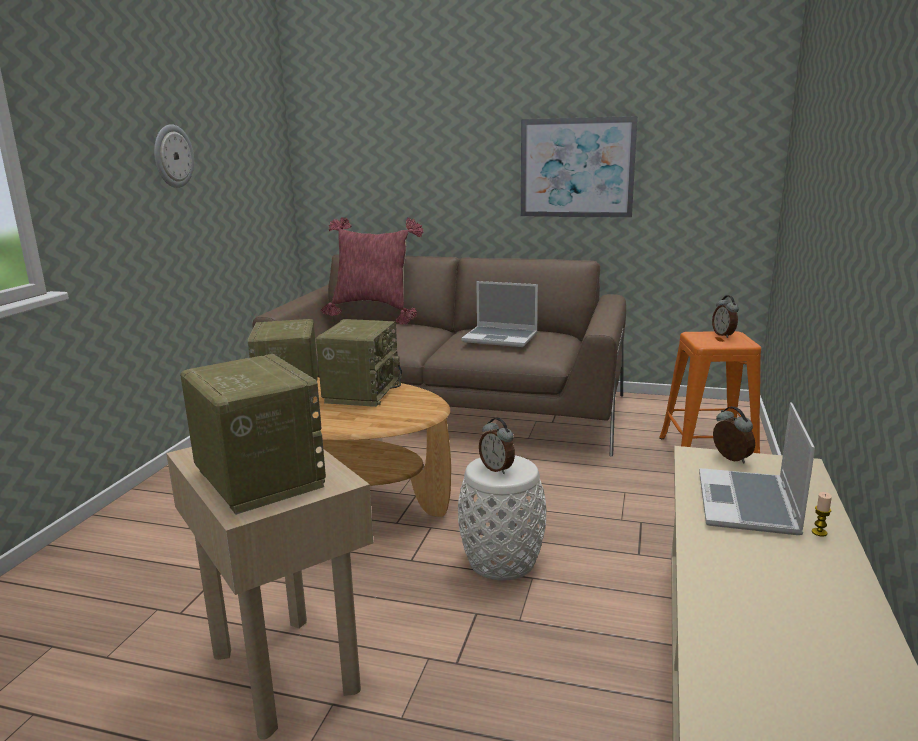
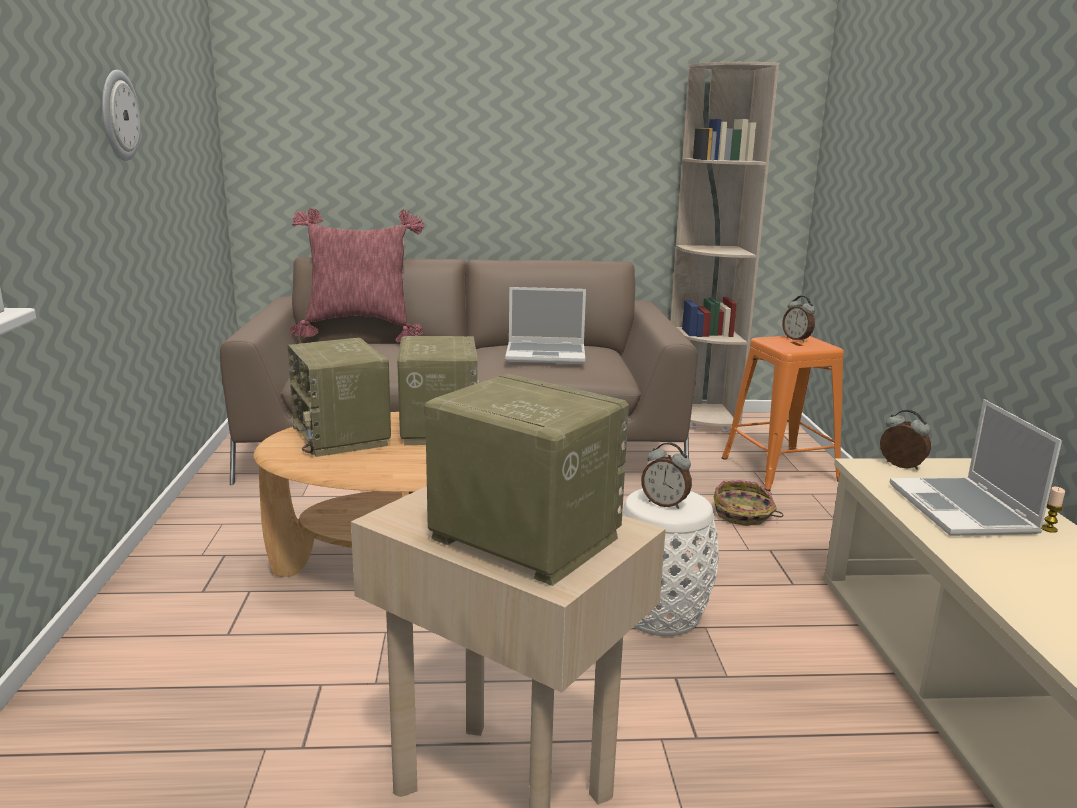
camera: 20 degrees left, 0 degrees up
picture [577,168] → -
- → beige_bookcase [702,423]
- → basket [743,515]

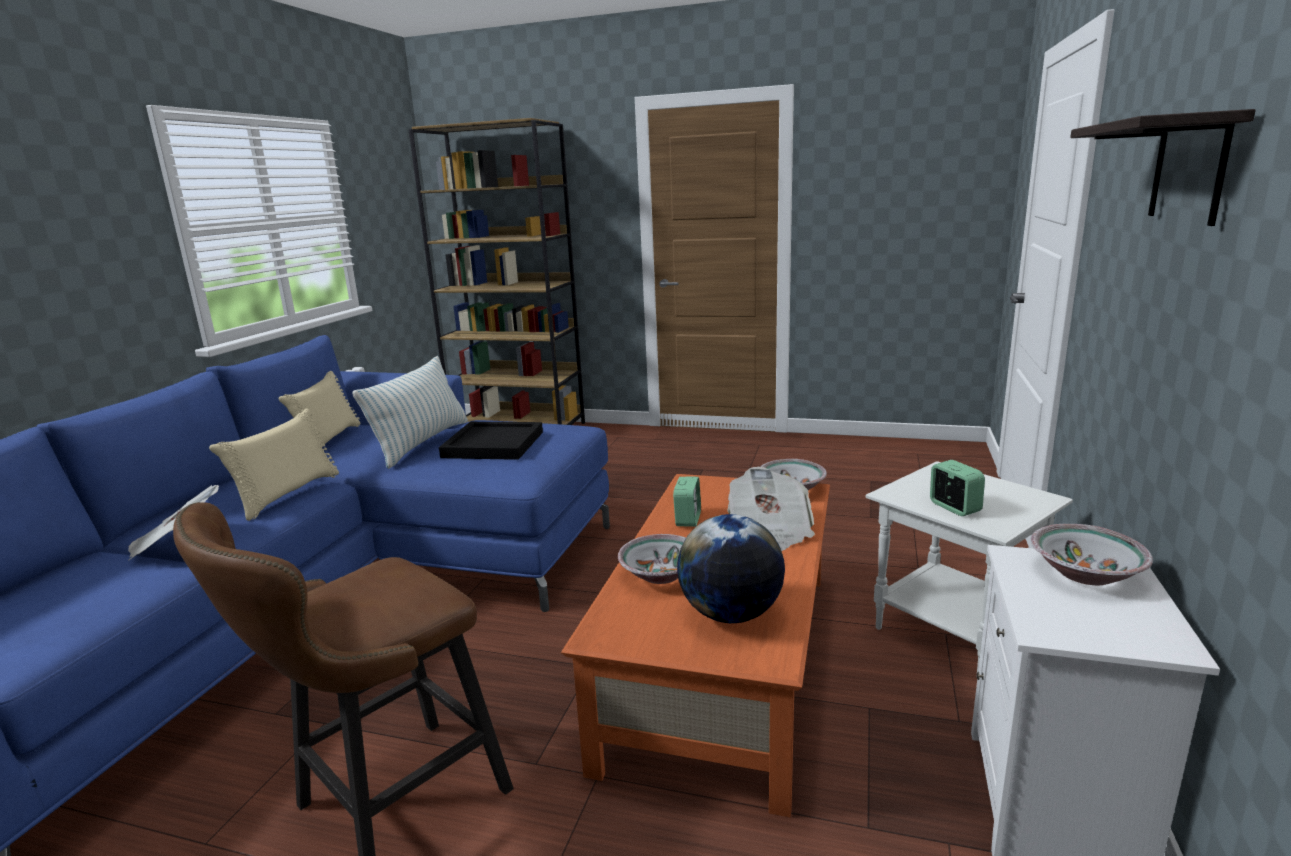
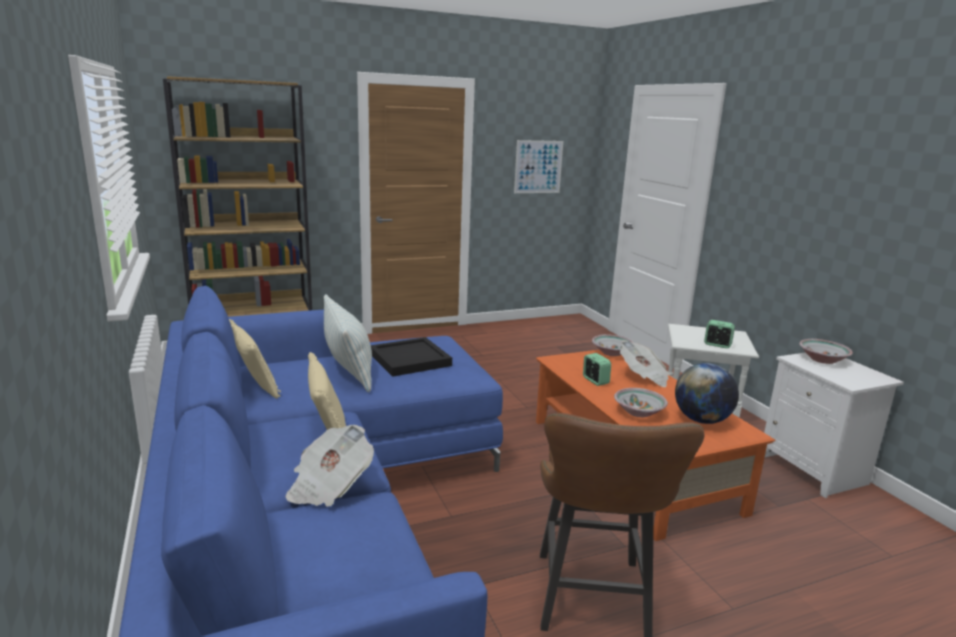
camera: 40 degrees left, 0 degrees up
shelf [1188,170] → -
- → picture [538,167]

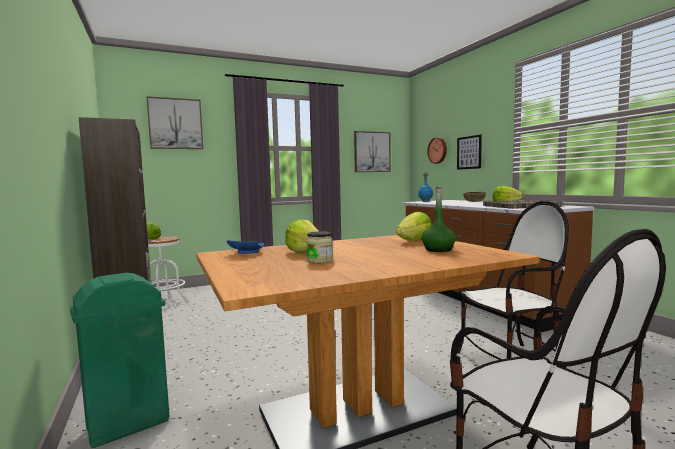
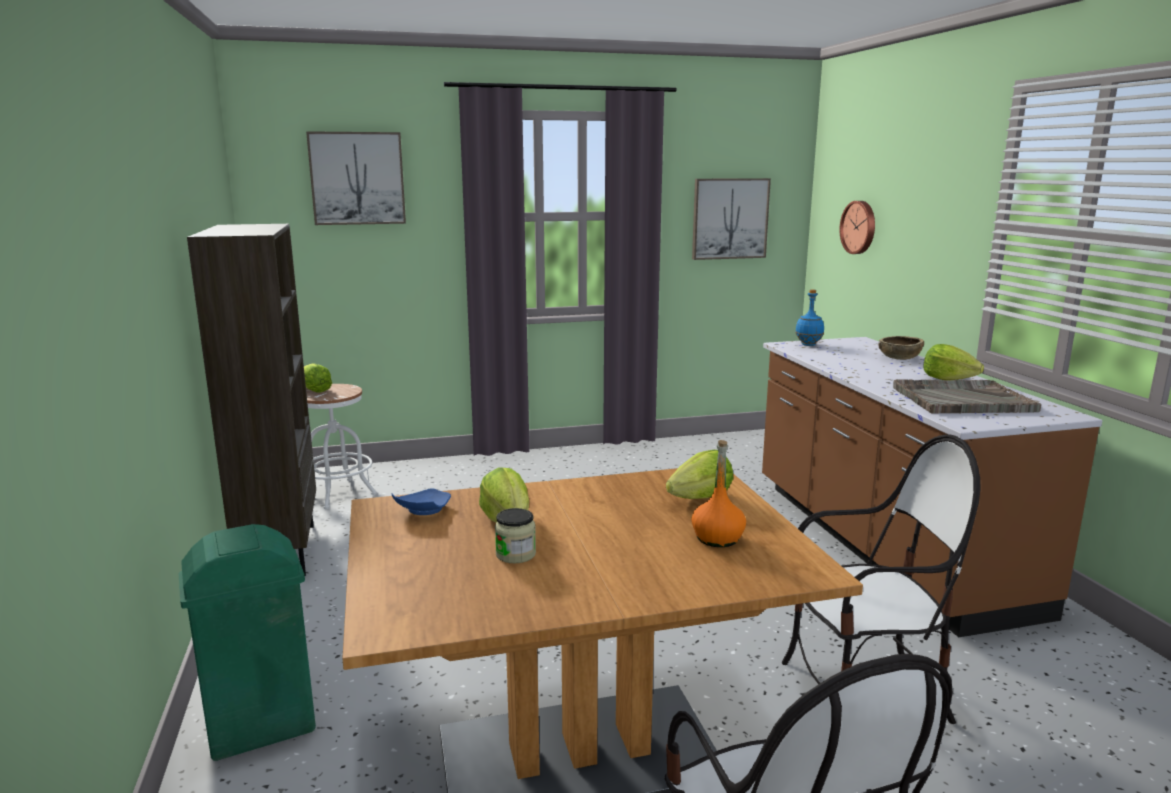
camera: 10 degrees right, 10 degrees up
picture [469,152] → -
green_bottle [438,249] → orange_bottle [718,538]

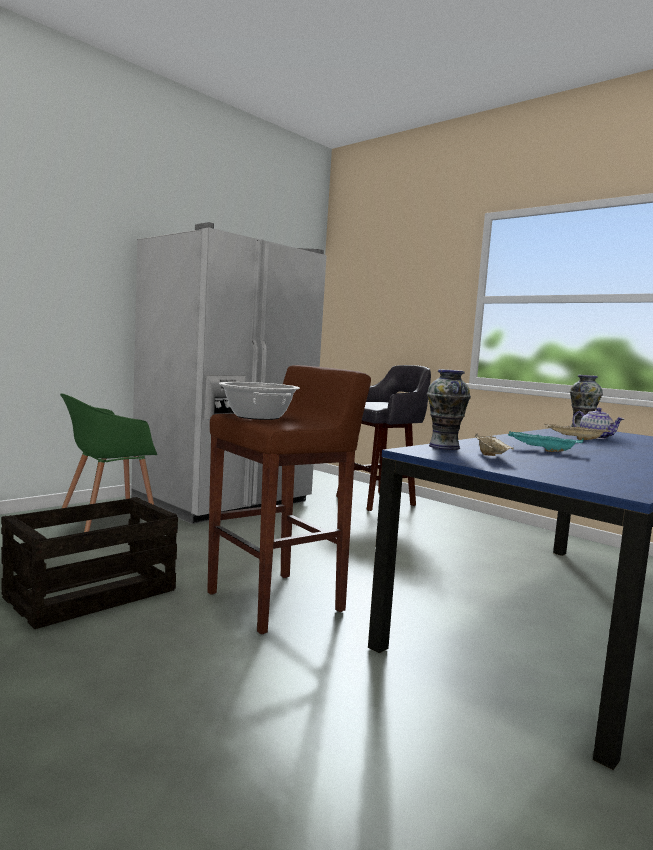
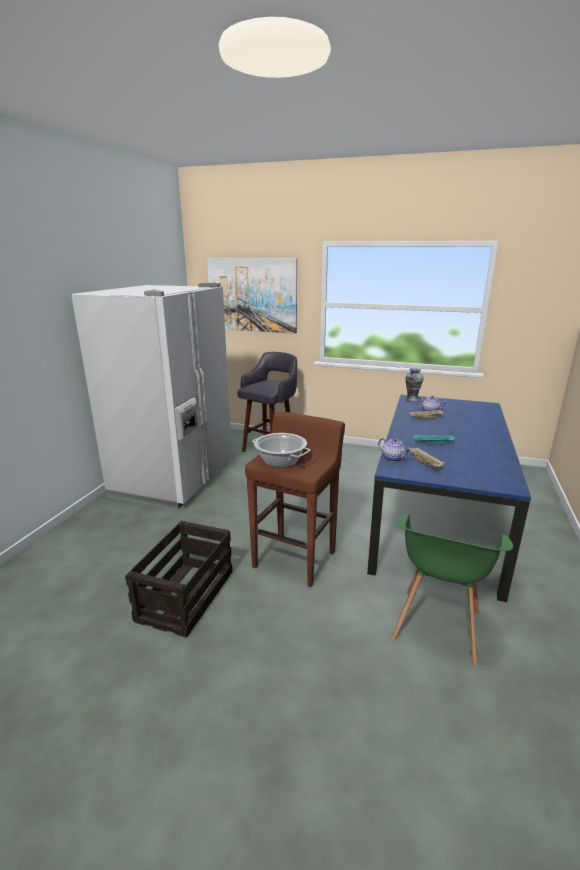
camera: 25 degrees left, 15 degrees up
- → picture [252,295]
green_chair [106,524] → green_chair [437,626], shifted
vase [444,447] → teapot [393,458]

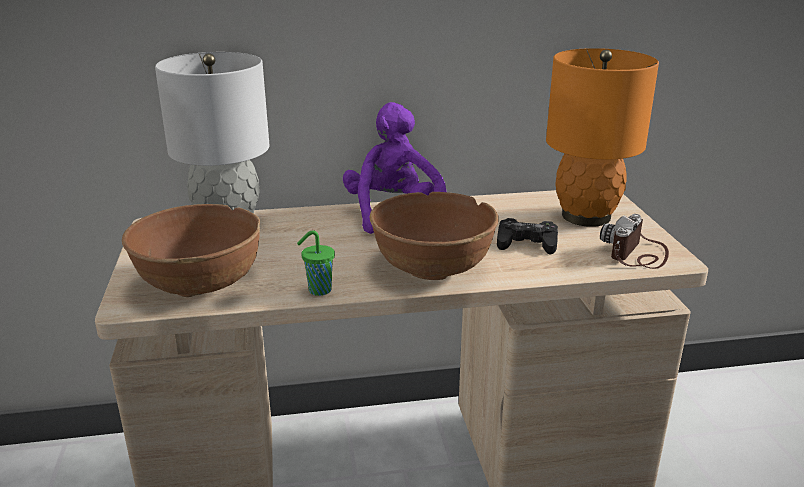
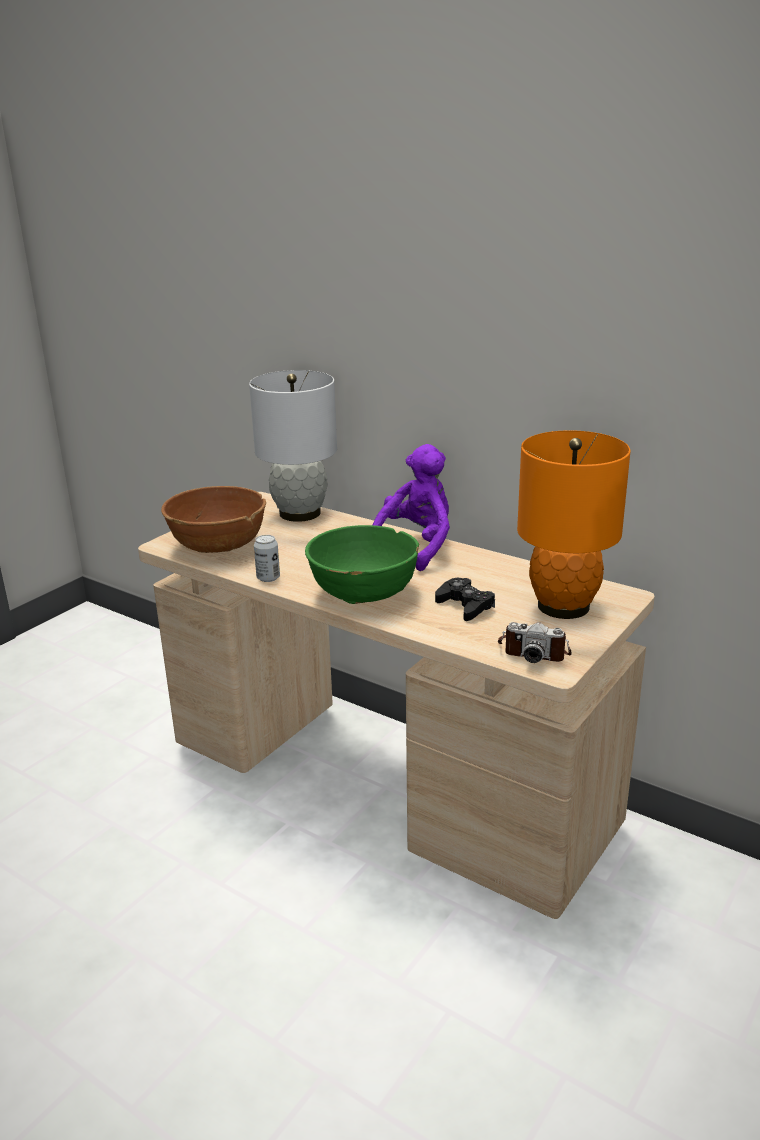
camera: 45 degrees right, 0 degrees up
green_cup [318,290] → can [268,578]
brown_bowl [432,267] → green_bowl [363,593]
photo_camera [637,254] → photo_camera [534,651], 150 degrees counterclockwise

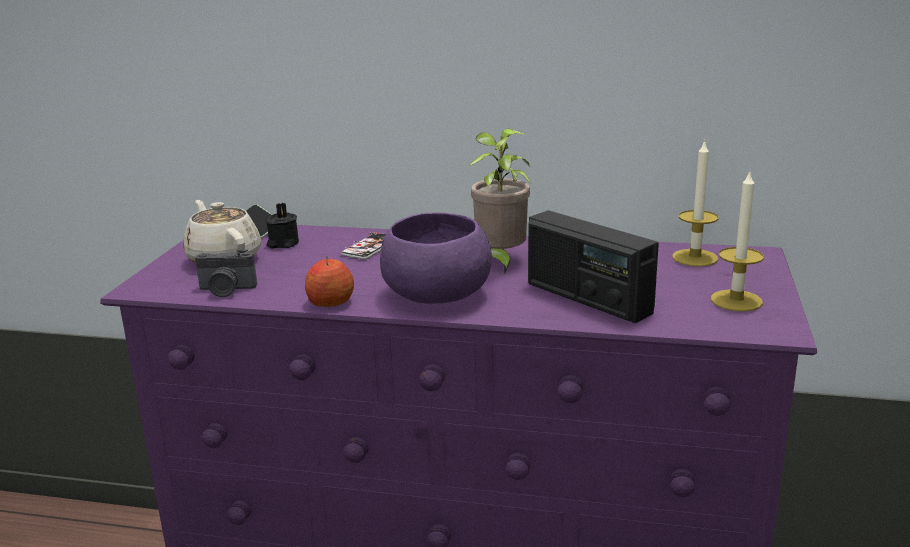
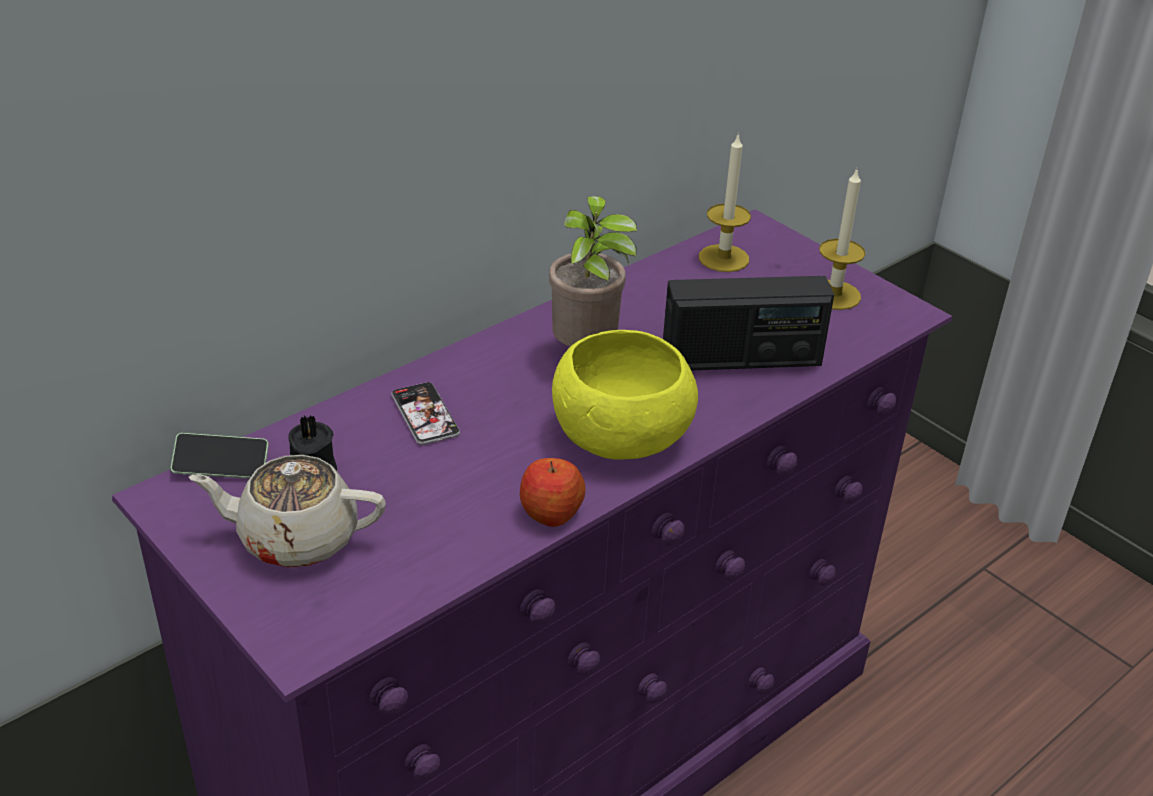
camera: 55 degrees left, 15 degrees up
photo_camera [226,290] → -
purple_bowl [435,294] → yellow_bowl [620,436]

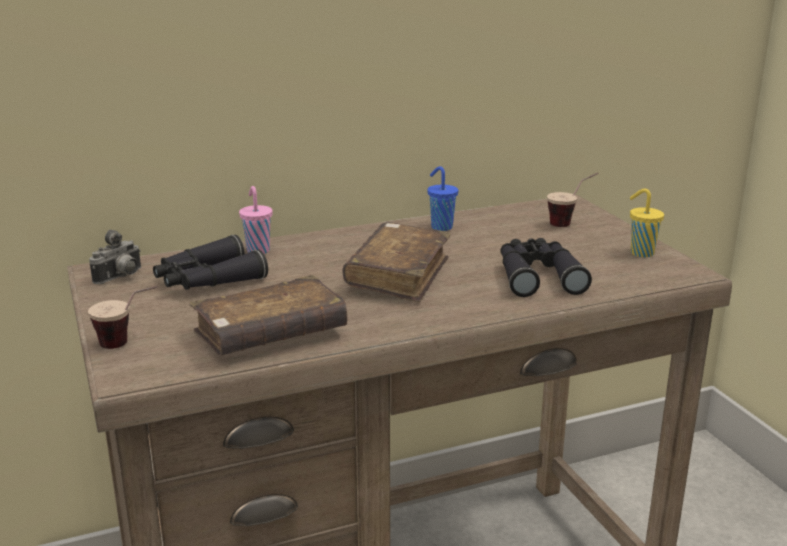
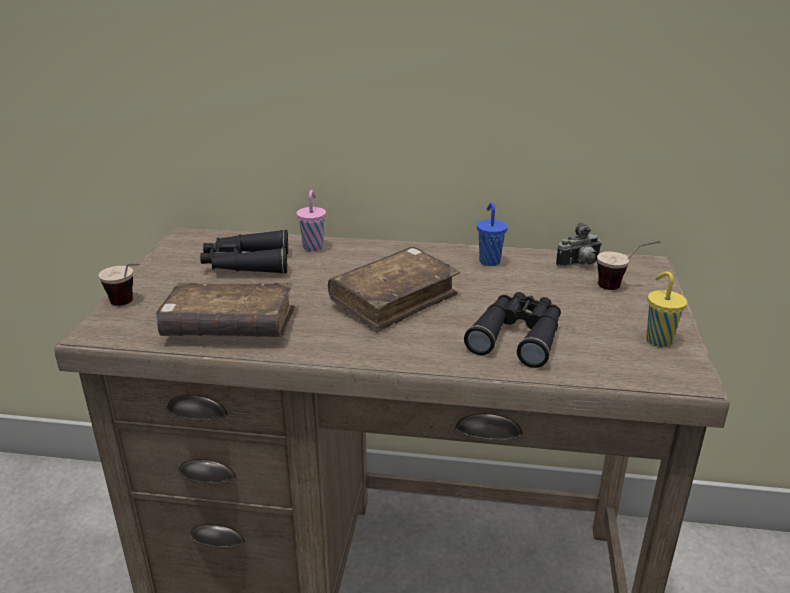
camera: 30 degrees right, 5 degrees up
photo_camera [121,277] → photo_camera [580,265], shifted

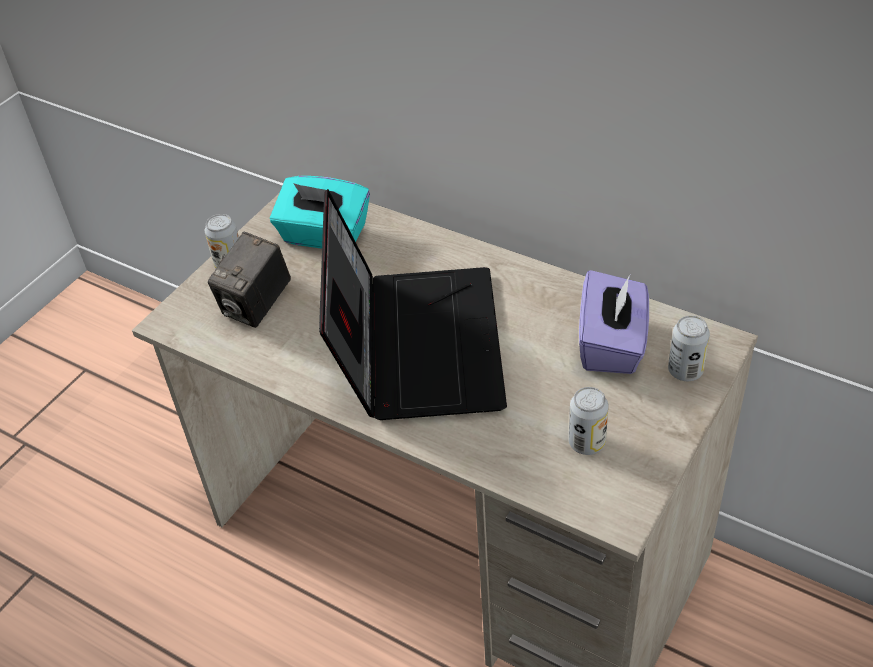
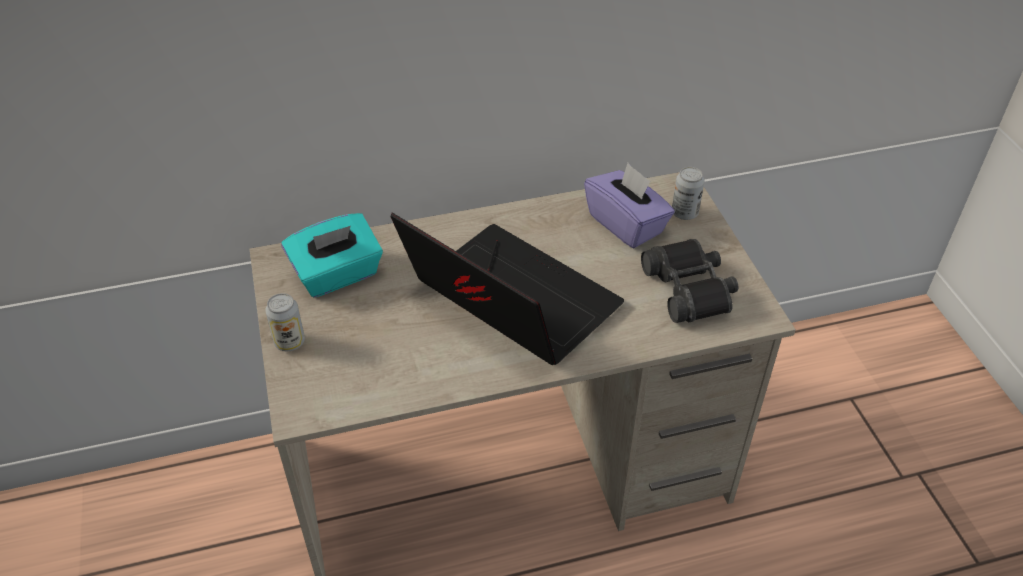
camera: 50 degrees left, 0 degrees up
photo_camera [257,306] → -
can [586,443] → black_binoculars [690,289]

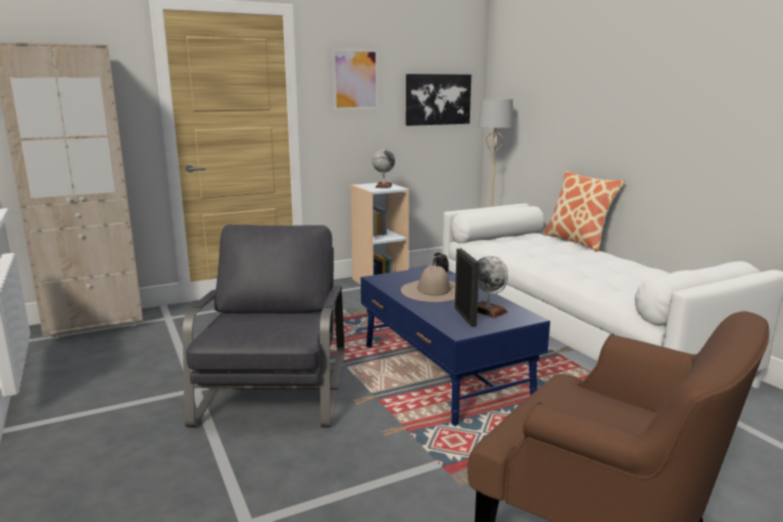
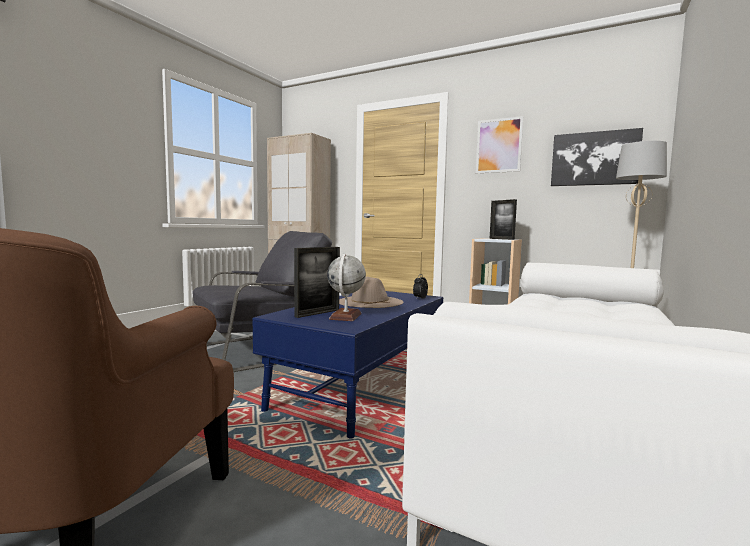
camera: 55 degrees right, 10 degrees down
pillow [578,241] → -
globe [383,186] → picture_frame [501,239]

